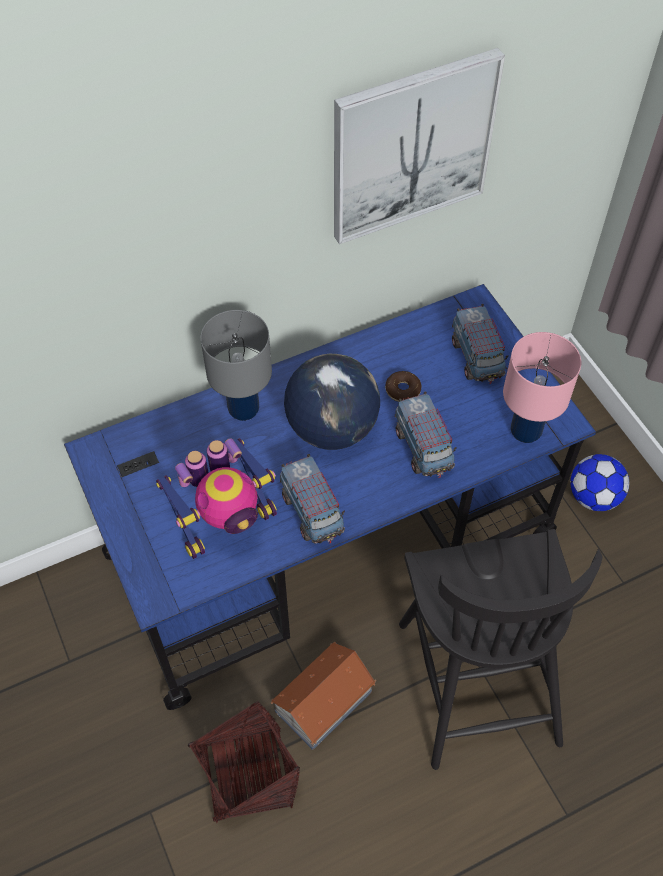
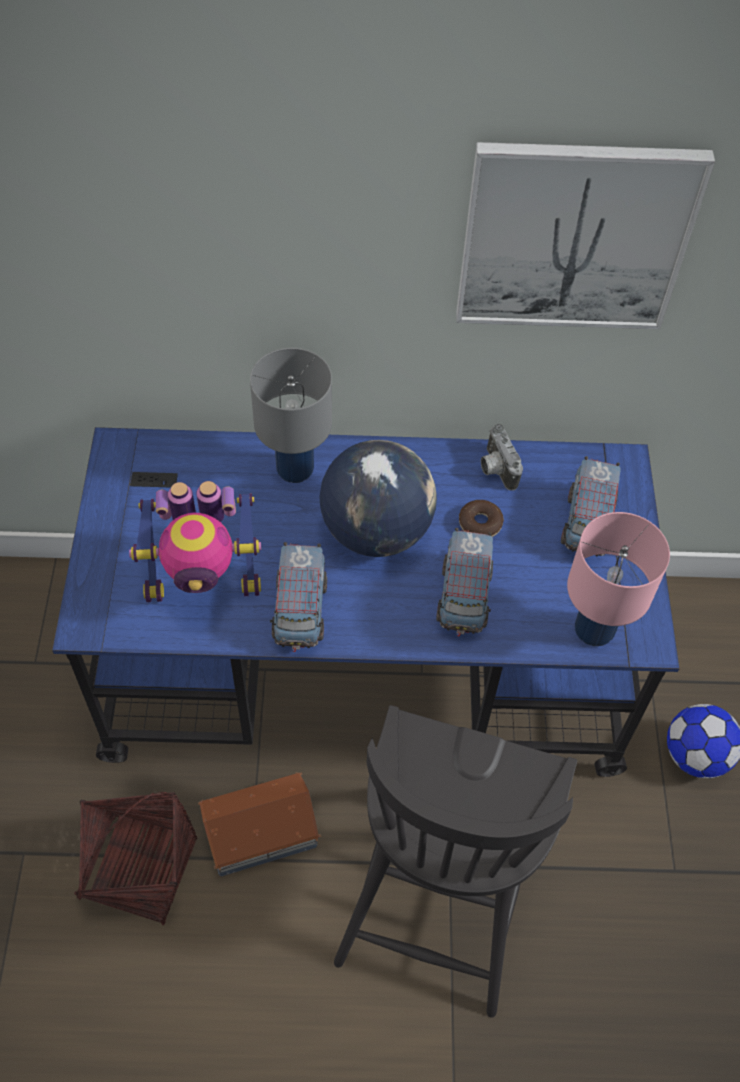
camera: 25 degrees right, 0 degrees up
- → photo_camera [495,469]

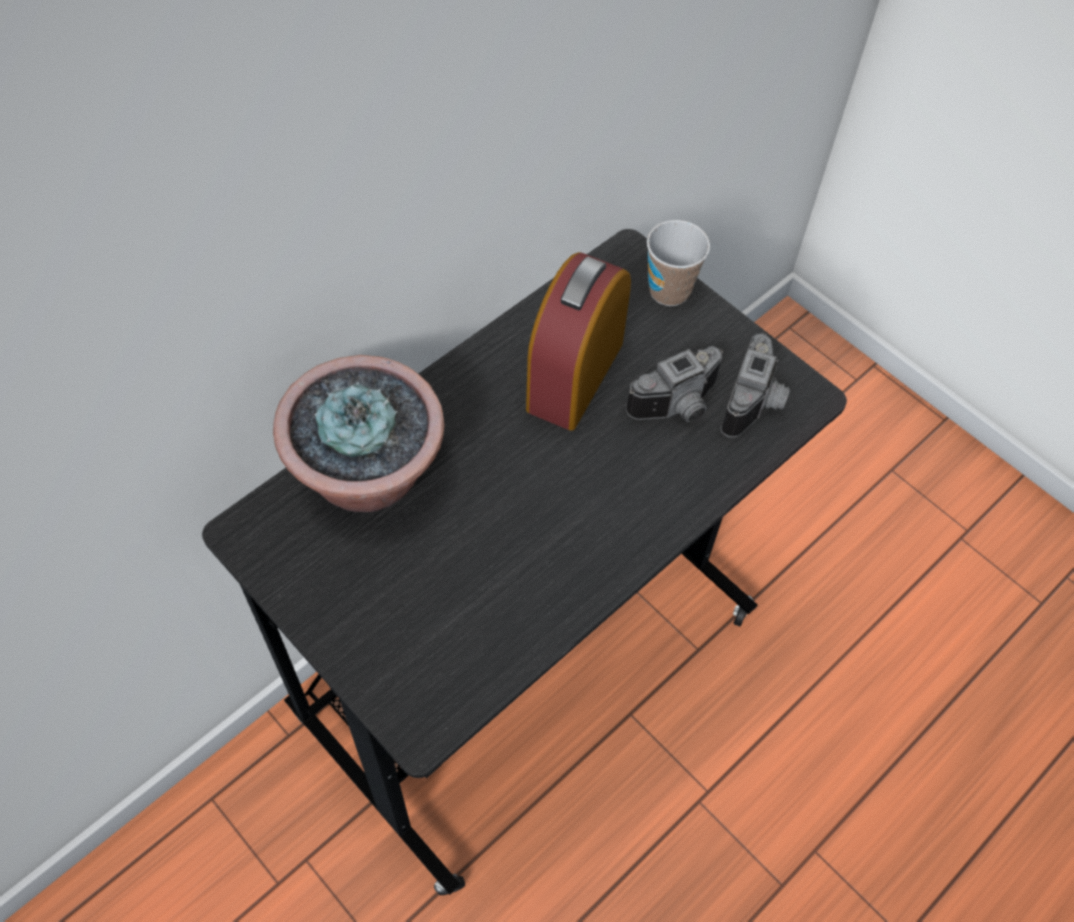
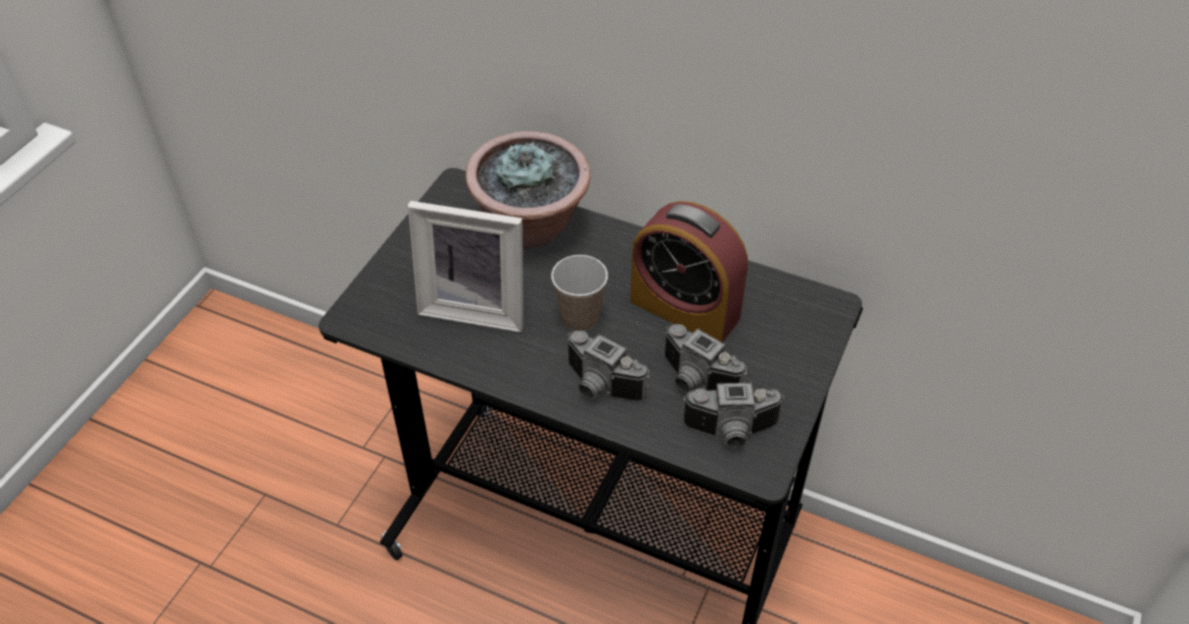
camera: 70 degrees right, 10 degrees down
- → picture_frame [476,306]
- → photo_camera [599,388]
cup [669,290] → cup [580,318], shifted
alarm_clock [575,376] → alarm_clock [685,309], 150 degrees counterclockwise

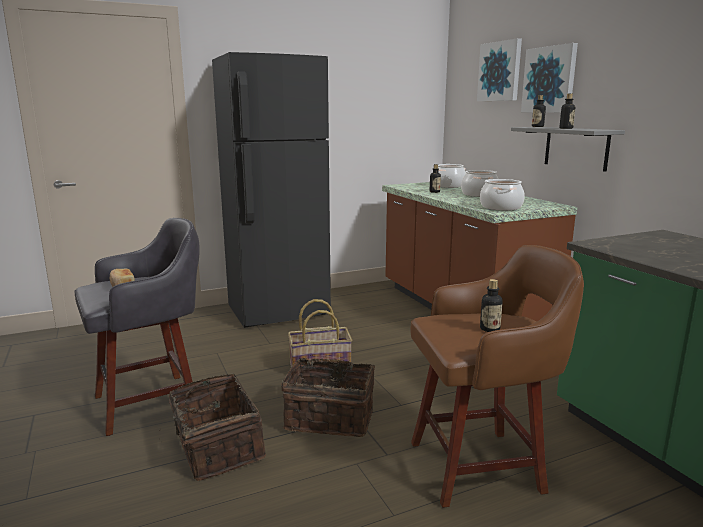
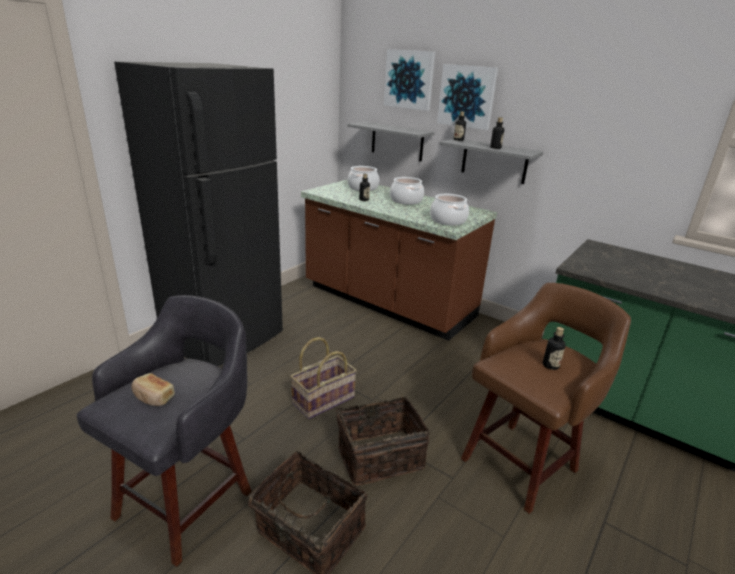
camera: 30 degrees left, 10 degrees up
- → grey_shelf [397,141]

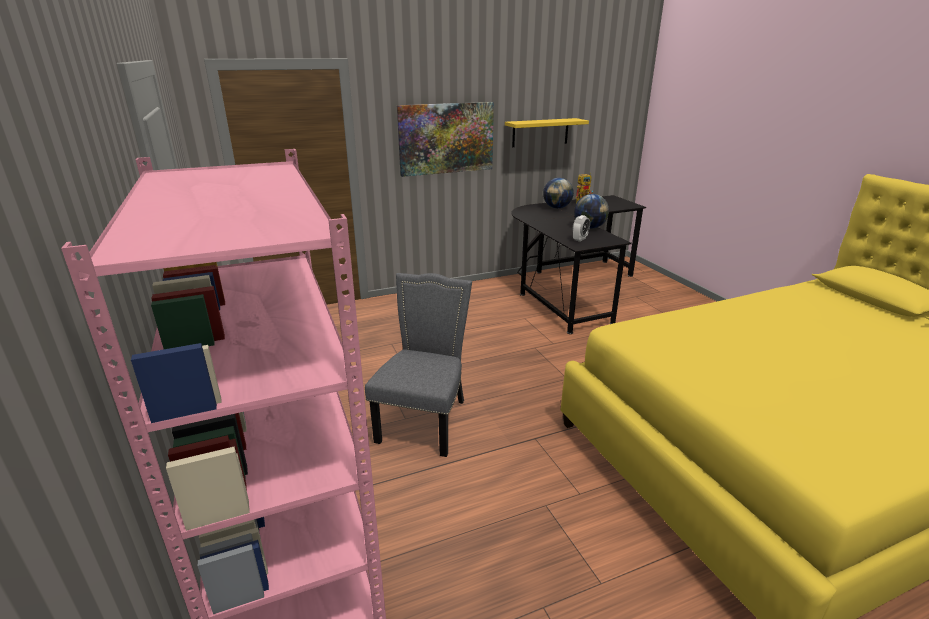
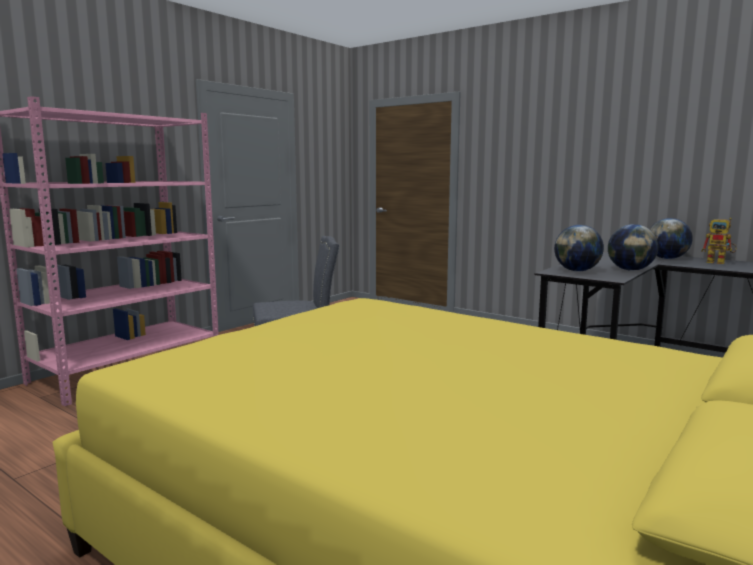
camera: 60 degrees right, 15 degrees down
picture [446,138] → -
yellow_shelf [540,132] → -
alarm_clock [580,239] → globe [577,271]

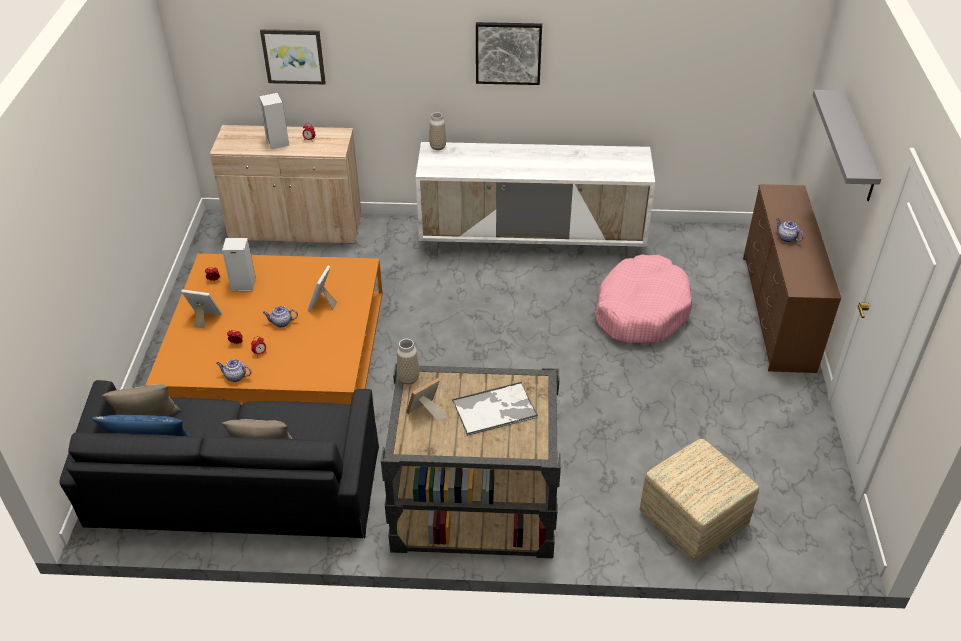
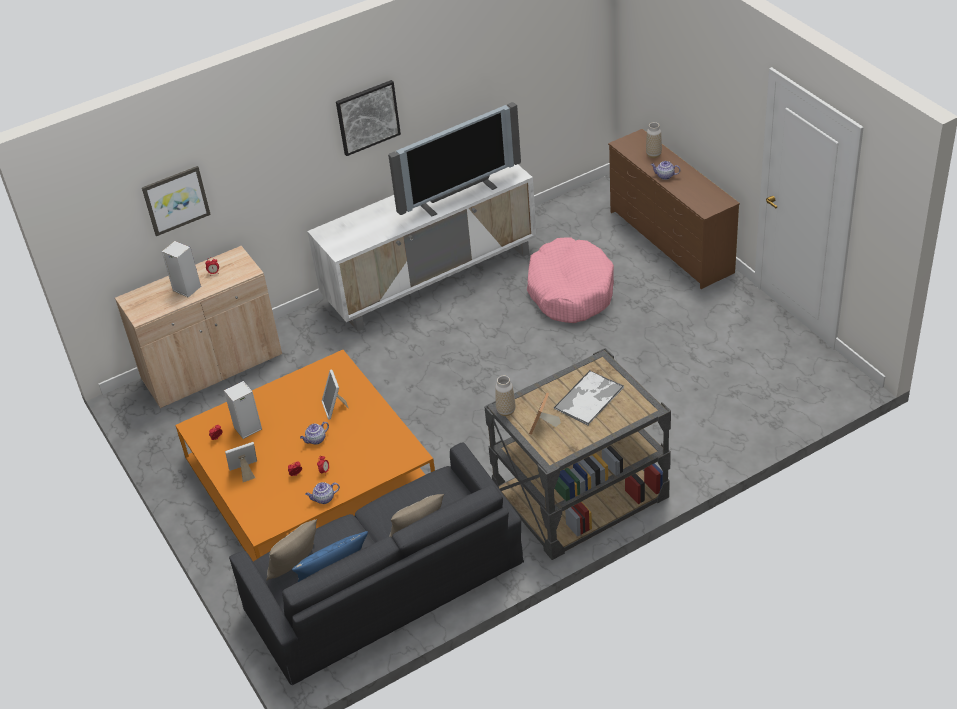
camera: 30 degrees left, 0 degrees up
ottoman [691,519] → -
grey_shelf [857,147] → -
- → television [457,194]
vase [438,147] → vase [653,155], shifted

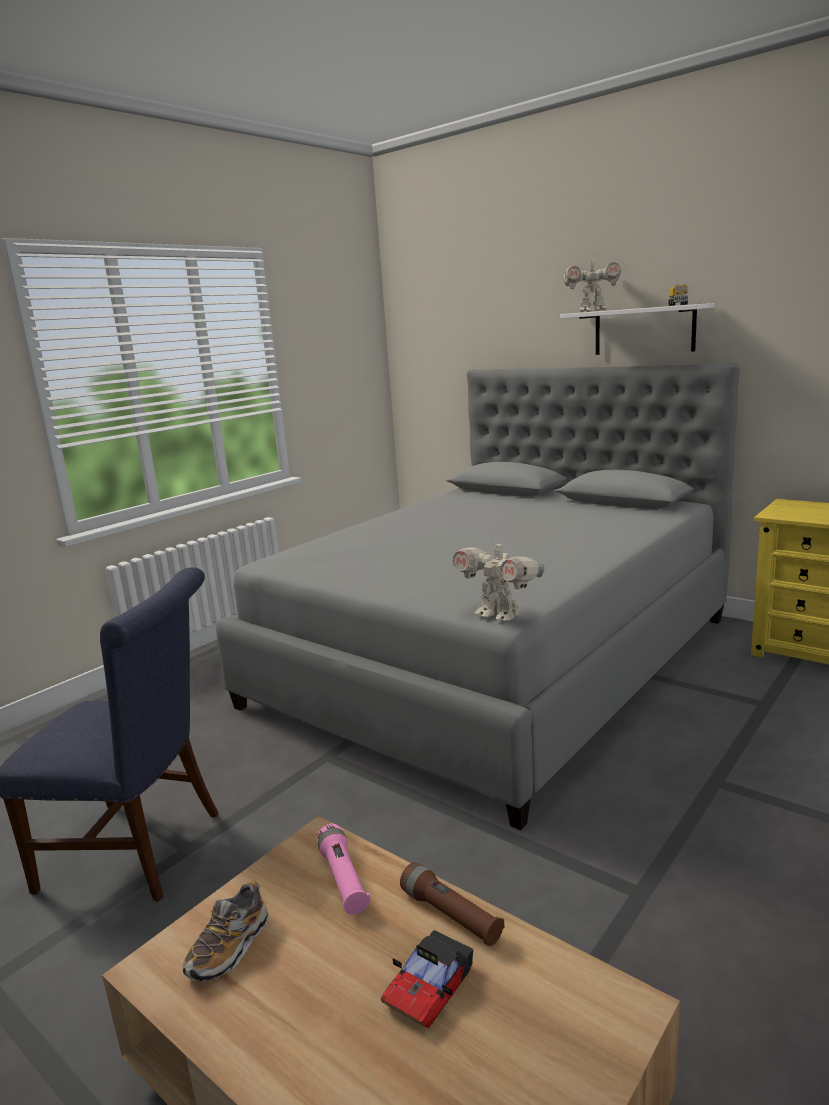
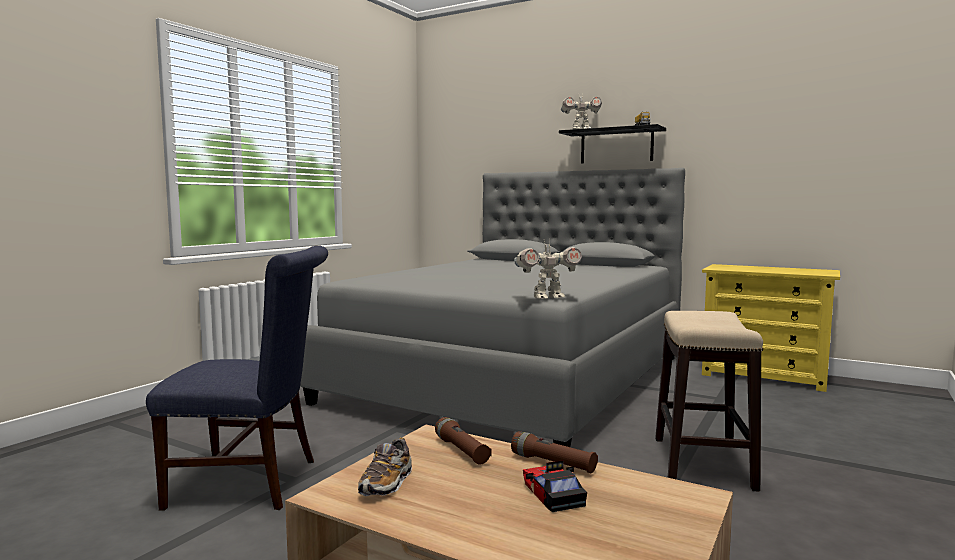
camera: 10 degrees left, 10 degrees down
- → stool [702,463]
pink_flashlight [343,879] → brown_flashlight [461,451]
white_shelf [644,330] → black_shelf [616,146]
toy_car [429,987] → toy_car [553,493], 135 degrees clockwise
toy_robot [499,615] → toy_robot [547,298], 45 degrees counterclockwise

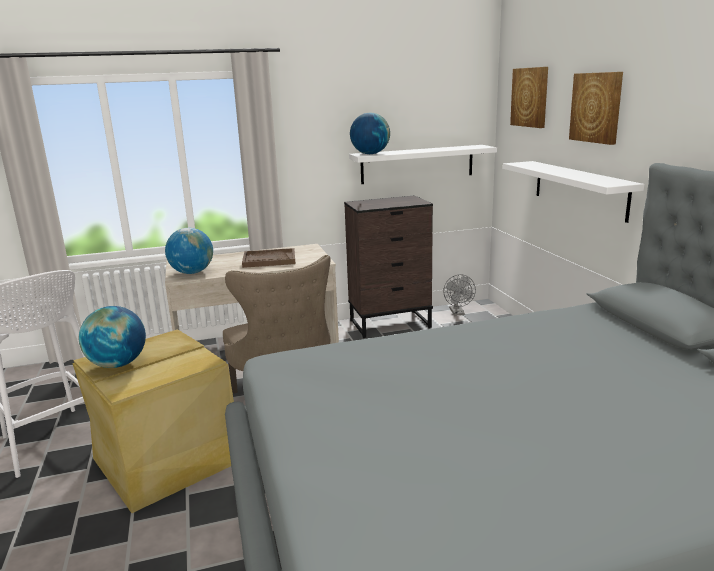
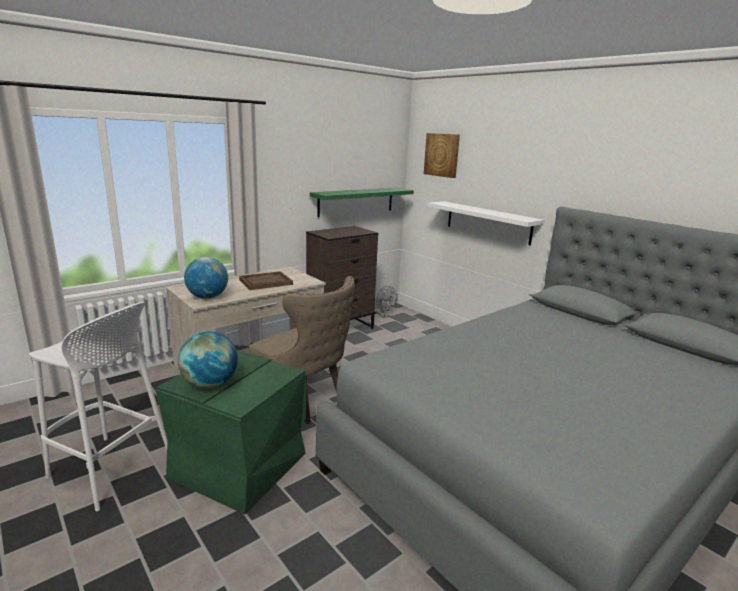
camera: 25 degrees left, 0 degrees up
globe [370,154] → -
picture [596,107] → -
beige_storage_box [167,460] → green_storage_box [241,464]
white_shelf [417,164] → green_shelf [356,201]

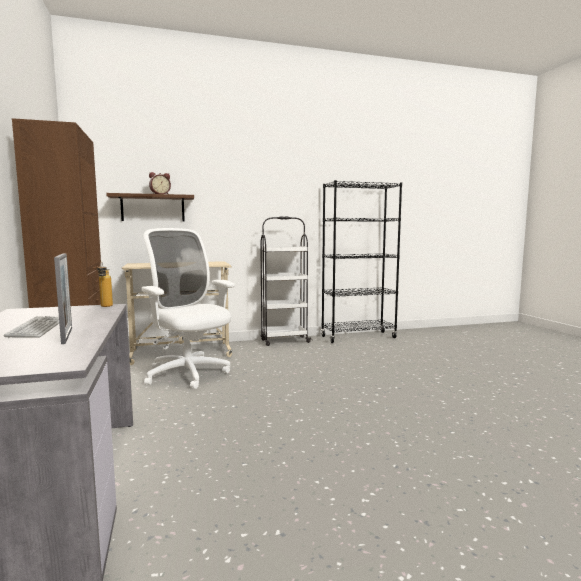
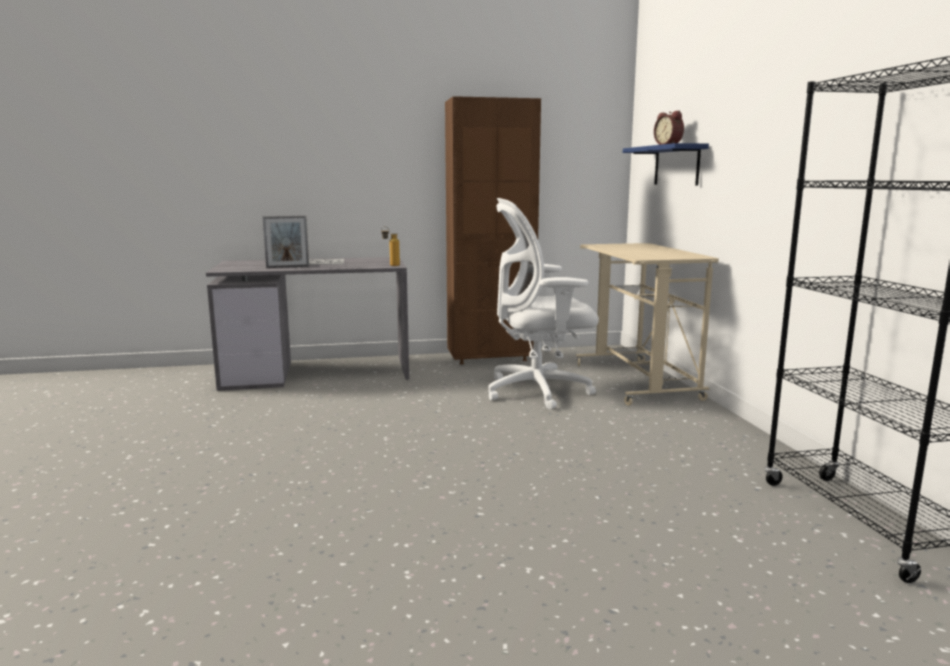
camera: 95 degrees right, 5 degrees up
white_cart [284,341] → -
brown_shelf [153,208] → blue_shelf [676,165]
white_office_chair [190,375] → white_office_chair [542,390], 150 degrees counterclockwise

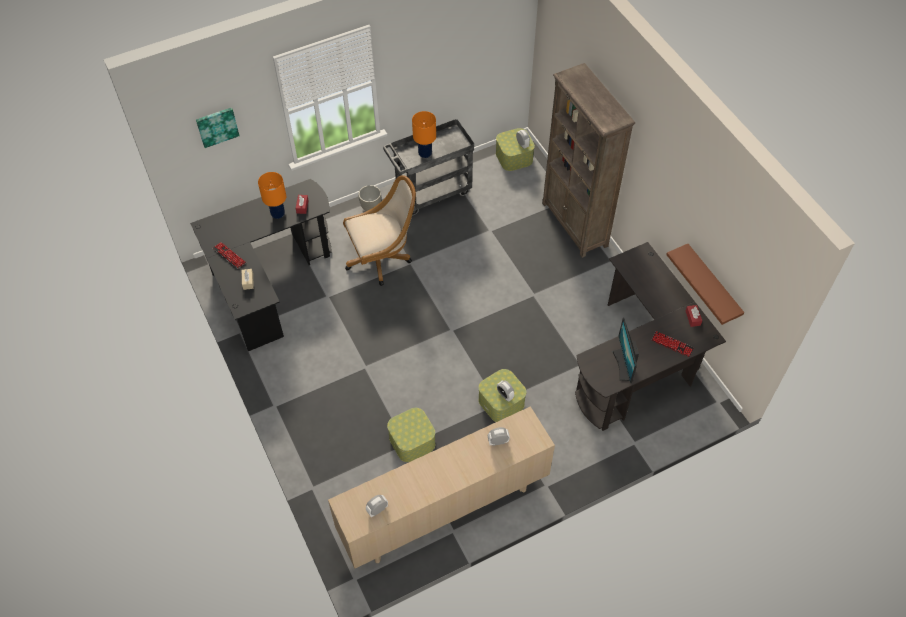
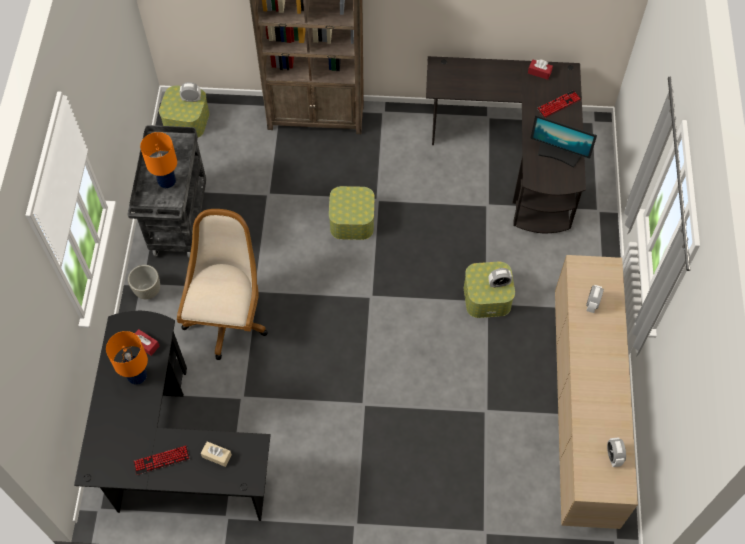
camera: 60 degrees left, 5 degrees up
picture [217,126] → -
brown_shelf [712,284] → -
storage_box [412,441] → storage_box [352,221], shifted

